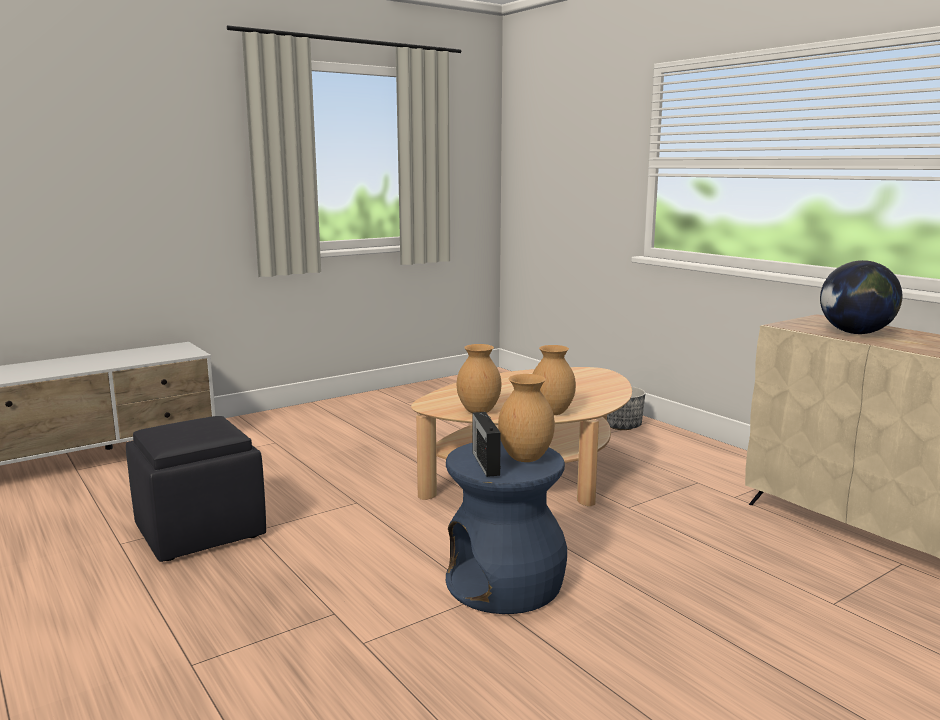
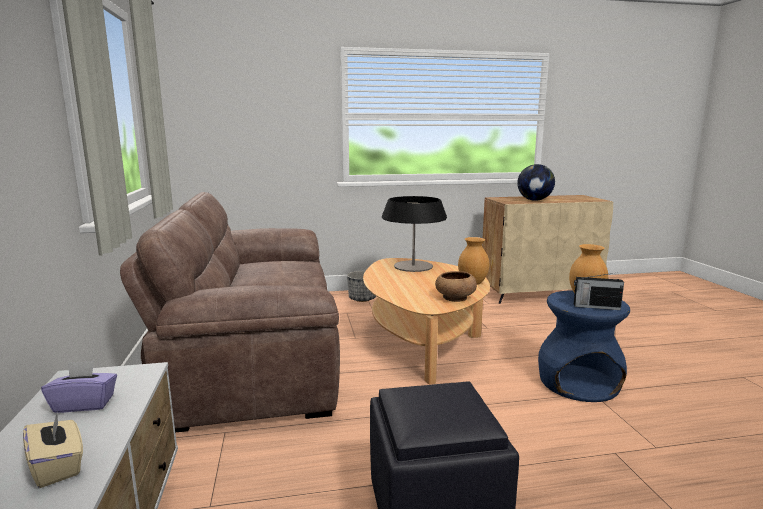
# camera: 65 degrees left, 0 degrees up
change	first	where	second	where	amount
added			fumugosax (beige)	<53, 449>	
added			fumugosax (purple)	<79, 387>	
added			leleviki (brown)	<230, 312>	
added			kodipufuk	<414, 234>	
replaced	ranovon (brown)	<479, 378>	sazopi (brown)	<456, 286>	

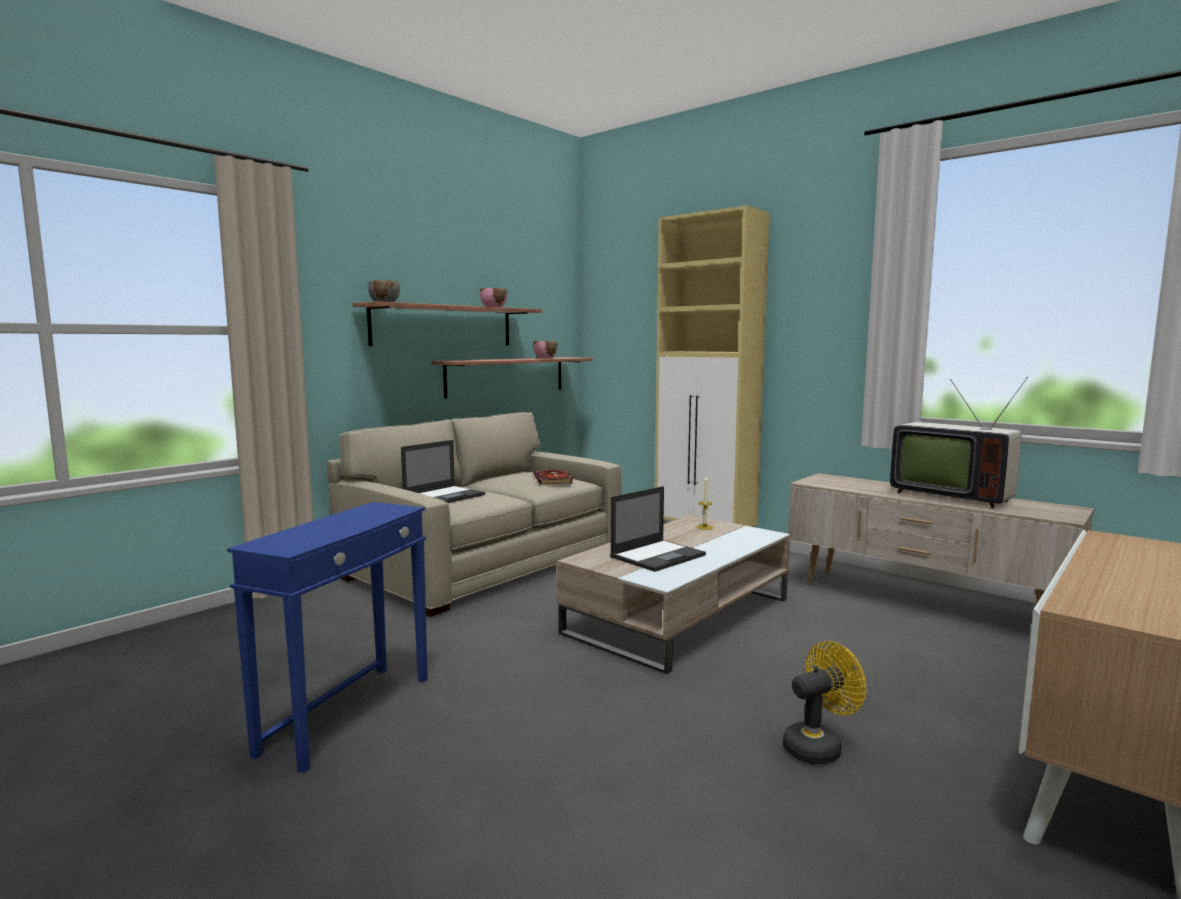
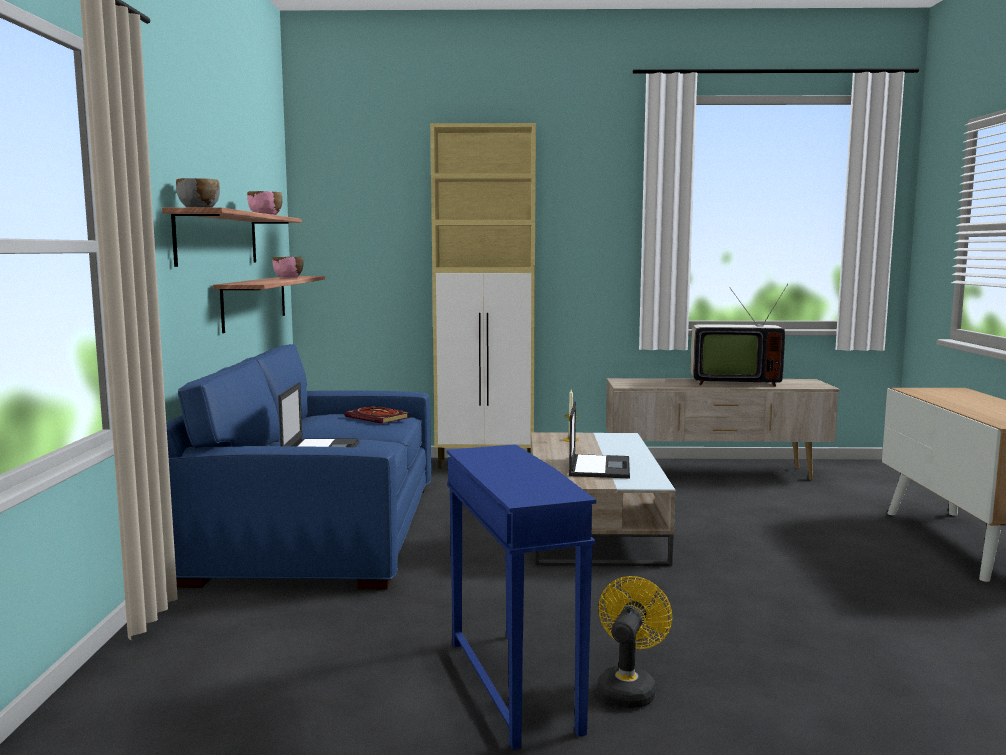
# camera: 40 degrees left, 0 degrees up
change	first	where	second	where	amount
recoloured	leleviki (beige)	<474, 514>	leleviki (blue)	<298, 466>	
moved	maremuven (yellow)	<824, 702>		<634, 642>	

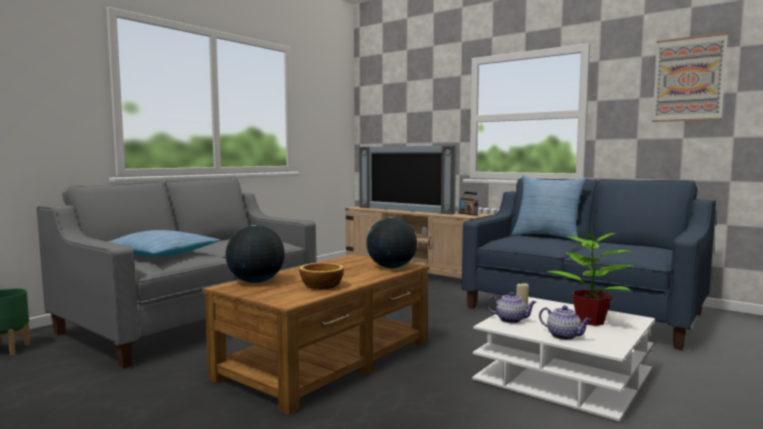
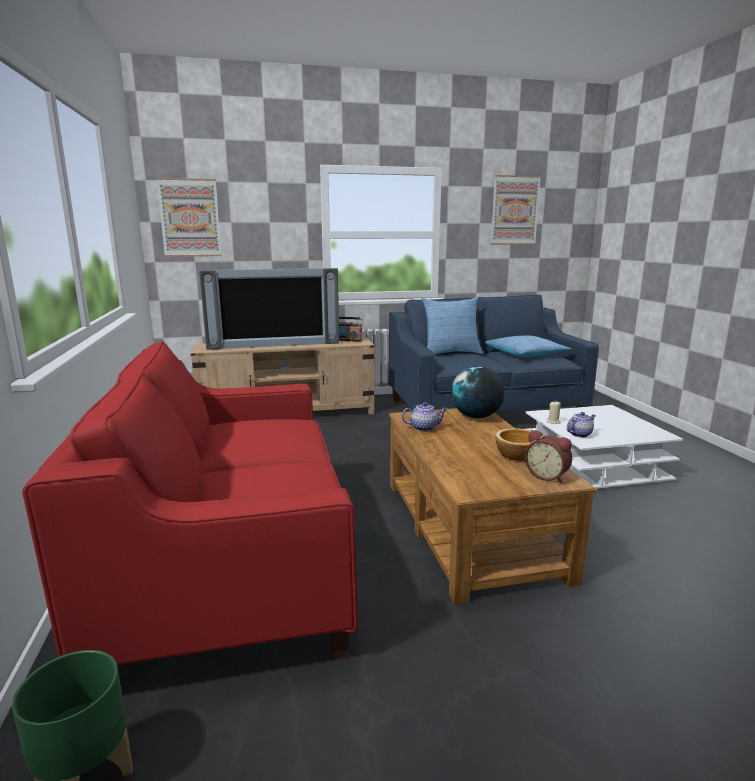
# camera: 50 degrees left, 10 degrees up
change	first	where	second	where	amount
recoloured	leleviki (grey)	<177, 272>	leleviki (red)	<190, 503>	
added			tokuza	<189, 217>	
moved	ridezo	<565, 322>		<424, 416>	
moved	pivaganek	<164, 243>		<528, 346>	
added			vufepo	<548, 456>	
removed	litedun	<255, 254>			
removed	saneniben	<589, 276>			

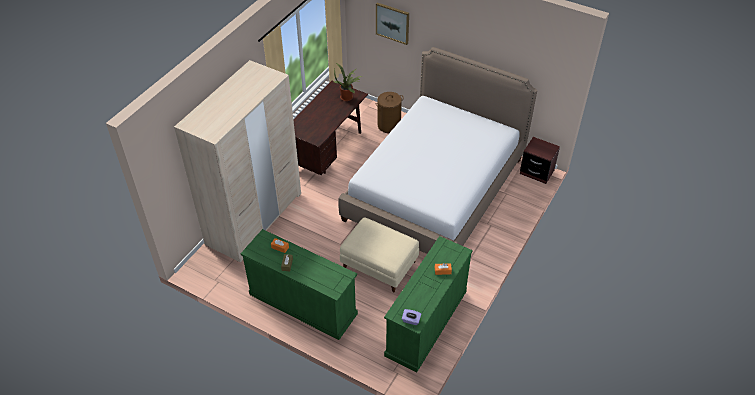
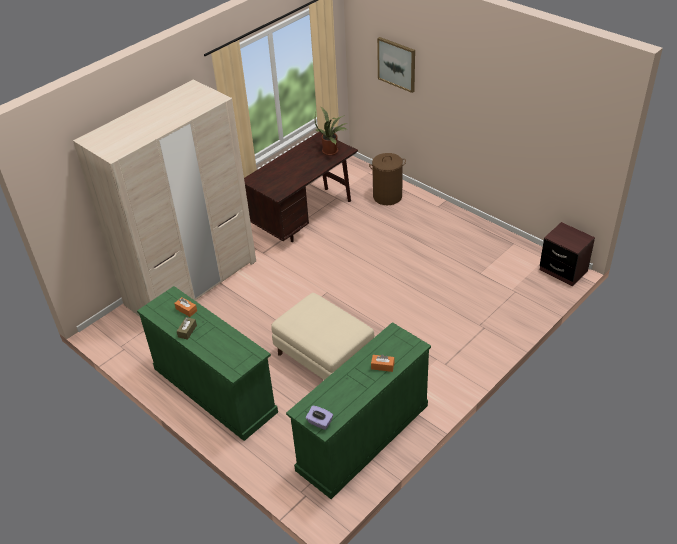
# camera: 15 degrees right, 5 degrees down
change	first	where	second	where	amount
removed	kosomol	<437, 150>			

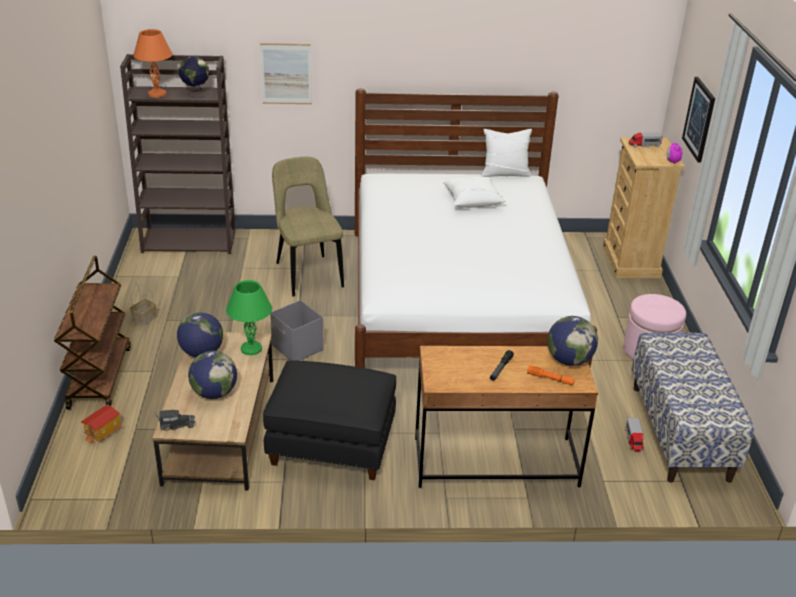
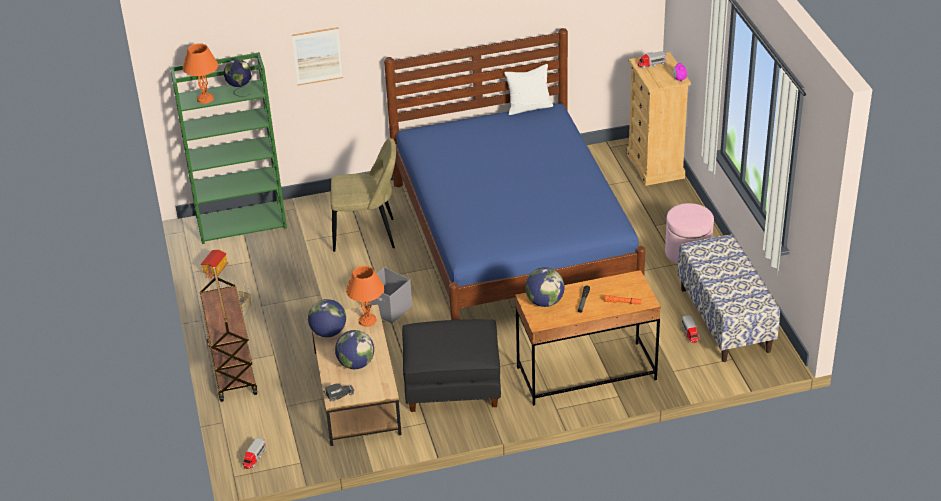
# camera: 10 degrees left, 5 degrees up
change	first	where	second	where	amount
recoloured	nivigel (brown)	<178, 154>	nivigel (green)	<228, 148>	
moved	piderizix	<102, 424>		<214, 264>	
added			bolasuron	<254, 453>	
turned	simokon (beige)	<308, 226>		<363, 195>	120 degrees clockwise
recoloured	kodipufuk (green)	<249, 317>	kodipufuk (orange)	<365, 296>	
recoloured	kosomol (white)	<476, 228>	kosomol (blue)	<515, 174>	
moved	litedun	<572, 341>		<545, 287>	
removed	pivaganek (white)	<474, 192>			
removed	tokuza	<698, 119>			

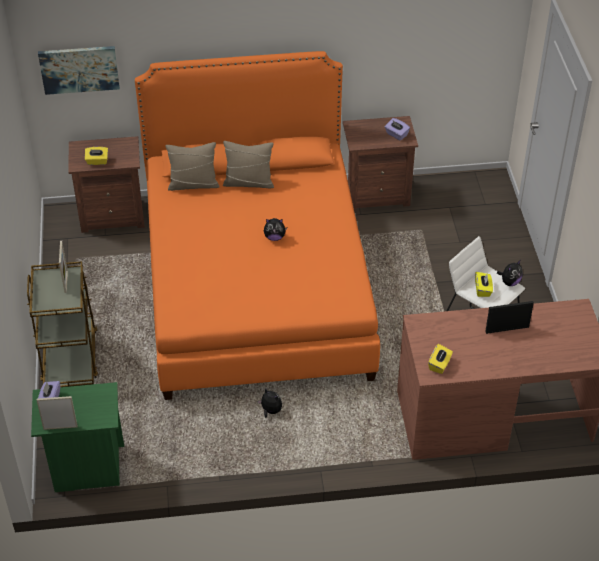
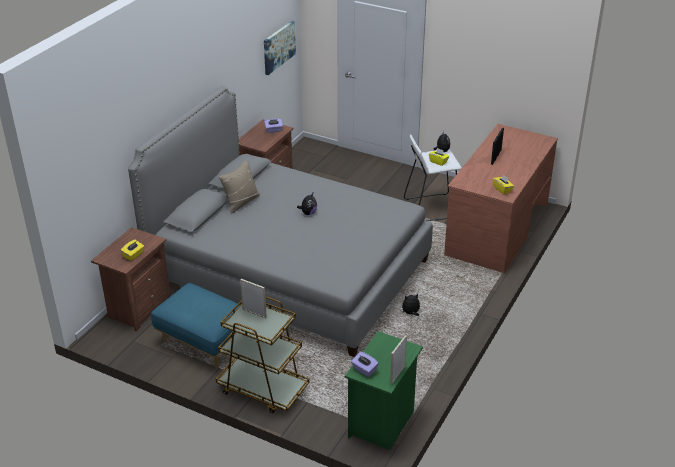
# camera: 55 degrees left, 10 degrees down
change	first	where	second	where	amount
recoloured	kosomol (orange)	<257, 225>	kosomol (grey)	<280, 221>	
added			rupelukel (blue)	<195, 325>	
moved	tokuza	<79, 70>		<280, 47>	
removed	pivaganek (beige)	<192, 166>			

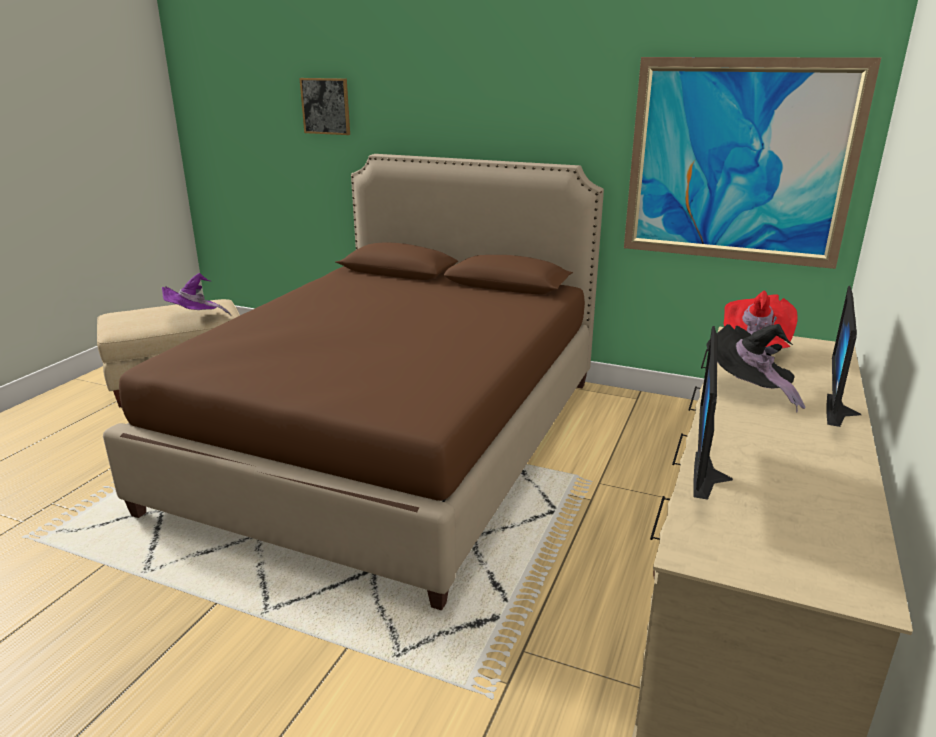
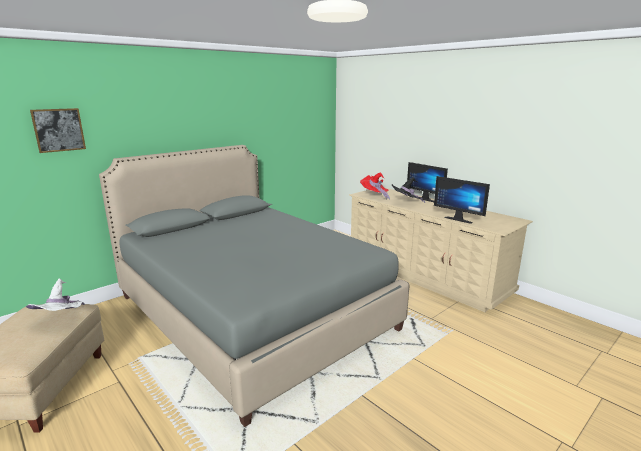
# camera: 65 degrees left, 5 degrees down
change	first	where	second	where	amount
recoloured	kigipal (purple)	<196, 294>	kigipal (white)	<55, 294>	
recoloured	kosomol (brown)	<353, 382>	kosomol (grey)	<254, 286>	
removed	tokuza	<752, 163>			

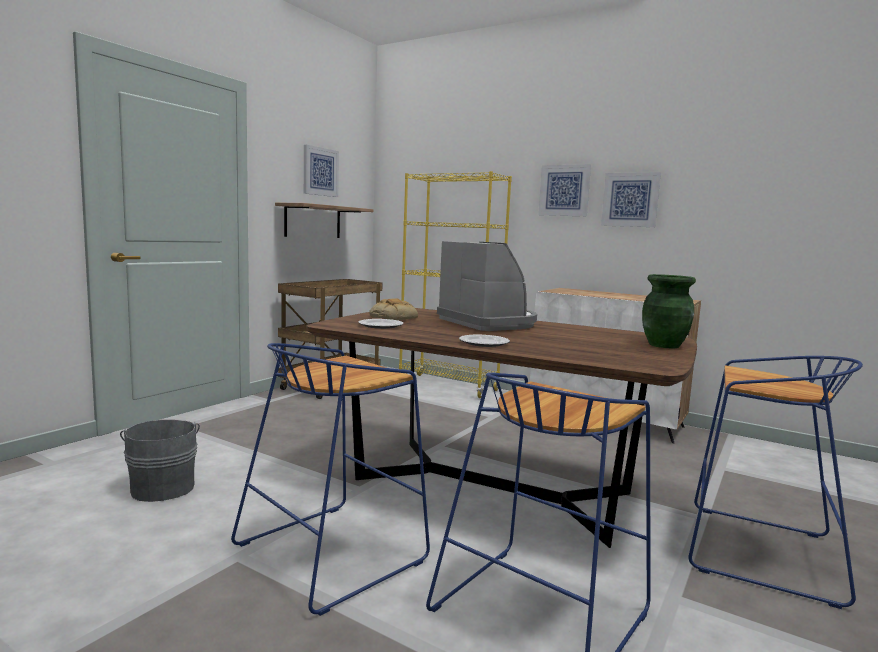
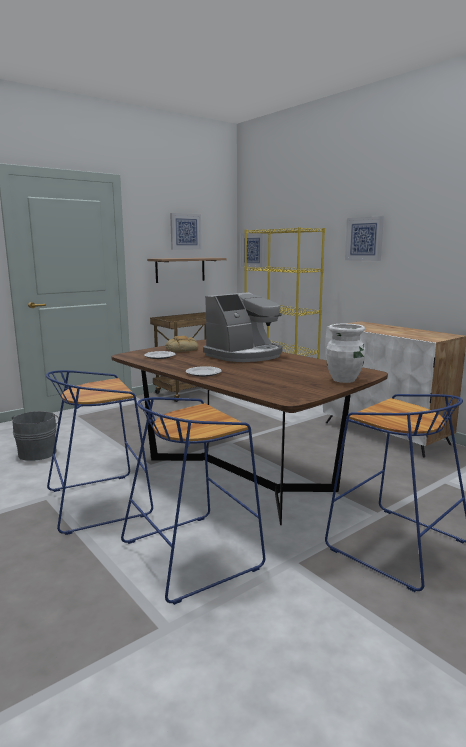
# camera: 20 degrees right, 5 degrees up
change	first	where	second	where	amount
turned	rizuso	<487, 286>		<242, 327>	60 degrees clockwise
moved	tokuza	<631, 199>		<252, 250>	
recoloured	ranovon (green)	<669, 311>	ranovon (white)	<345, 353>	

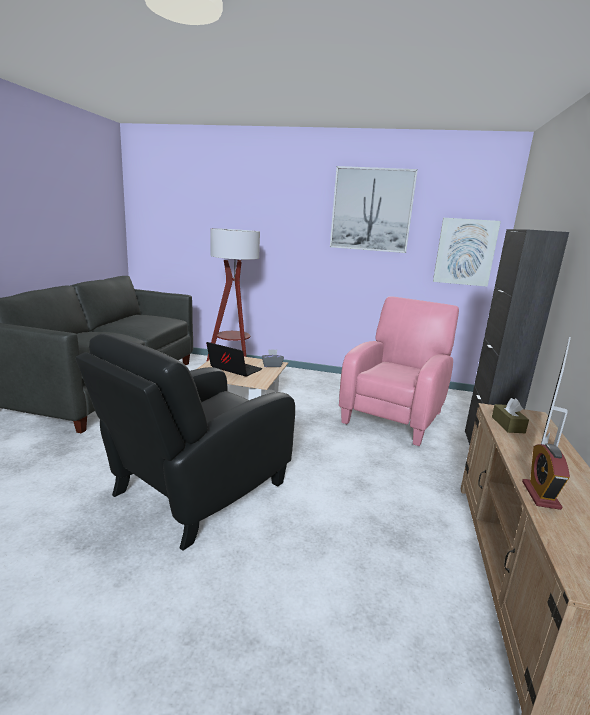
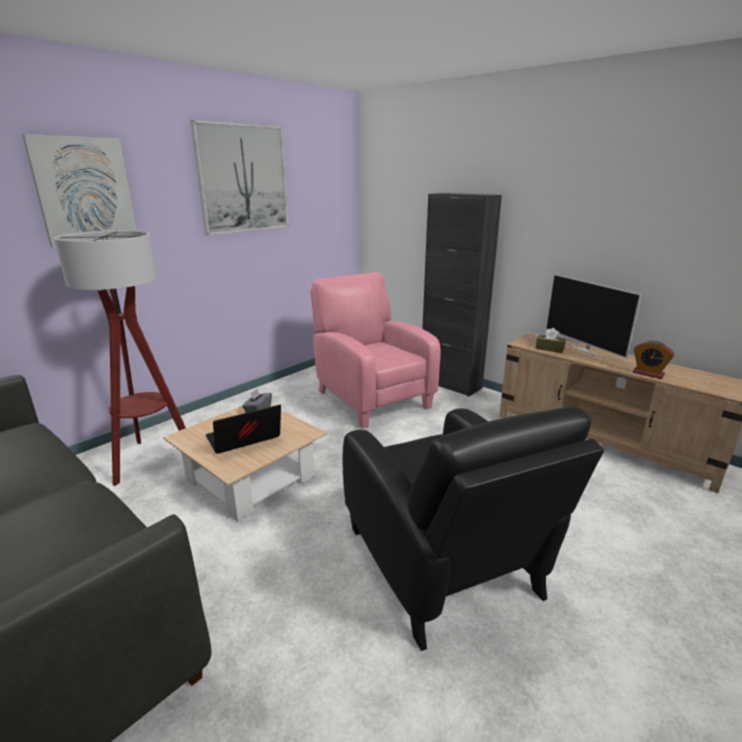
# camera: 60 degrees left, 5 degrees up
change	first	where	second	where	amount
moved	tokuza	<467, 252>		<79, 191>	

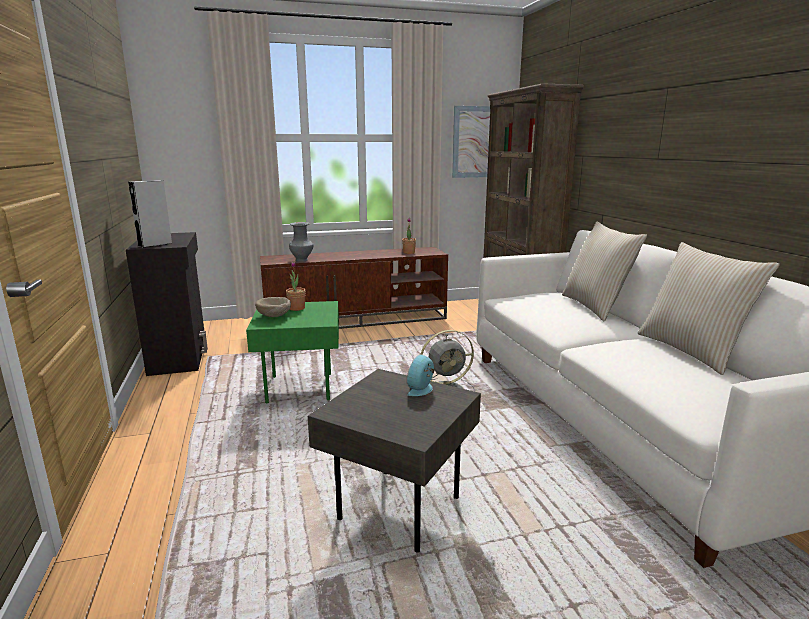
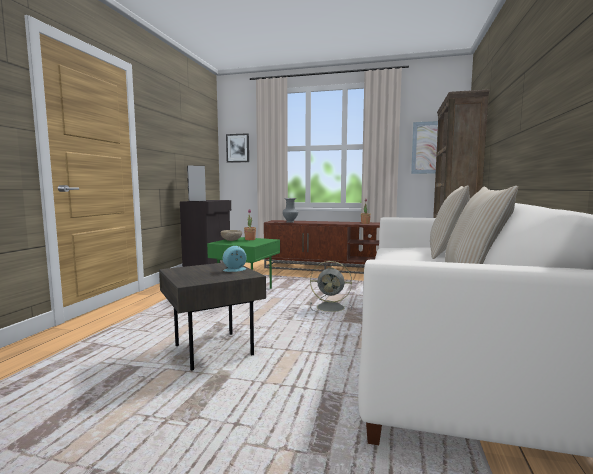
# camera: 30 degrees right, 10 degrees down
change	first	where	second	where	amount
added			tokuza	<237, 148>	

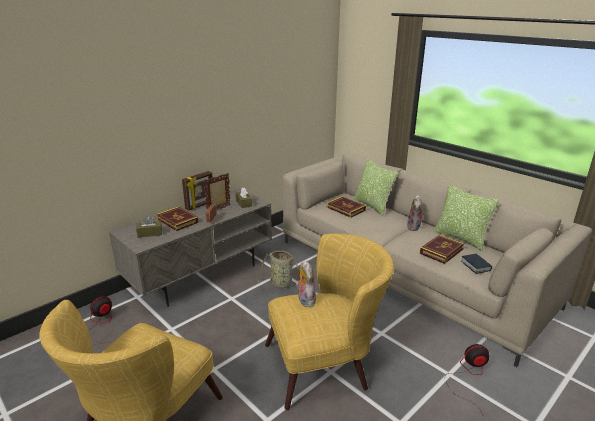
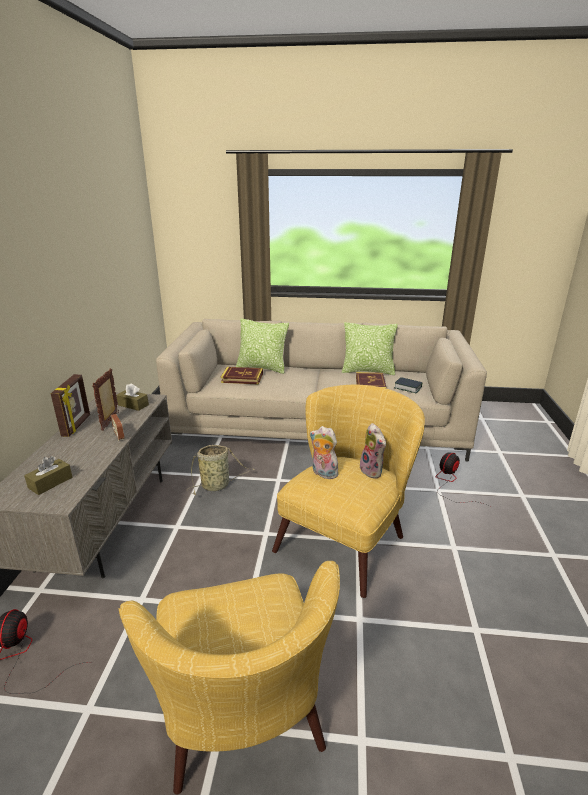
# camera: 40 degrees left, 0 degrees up
change	first	where	second	where	amount
moved	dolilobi	<416, 213>		<373, 451>	
removed	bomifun	<177, 219>			

